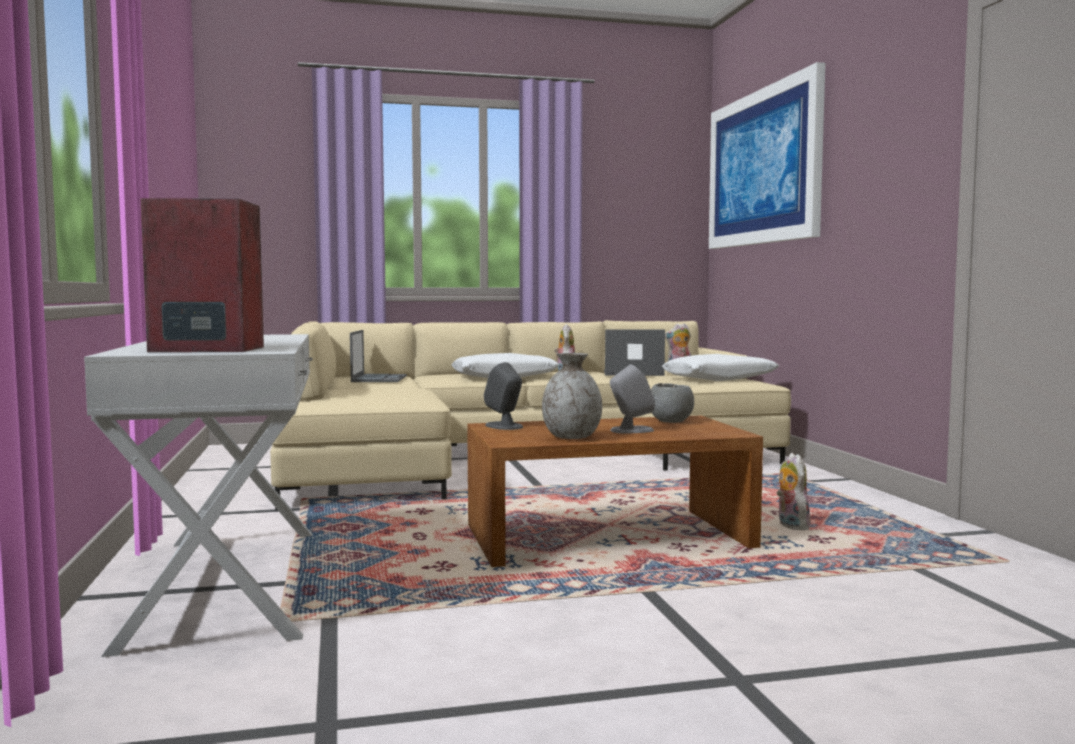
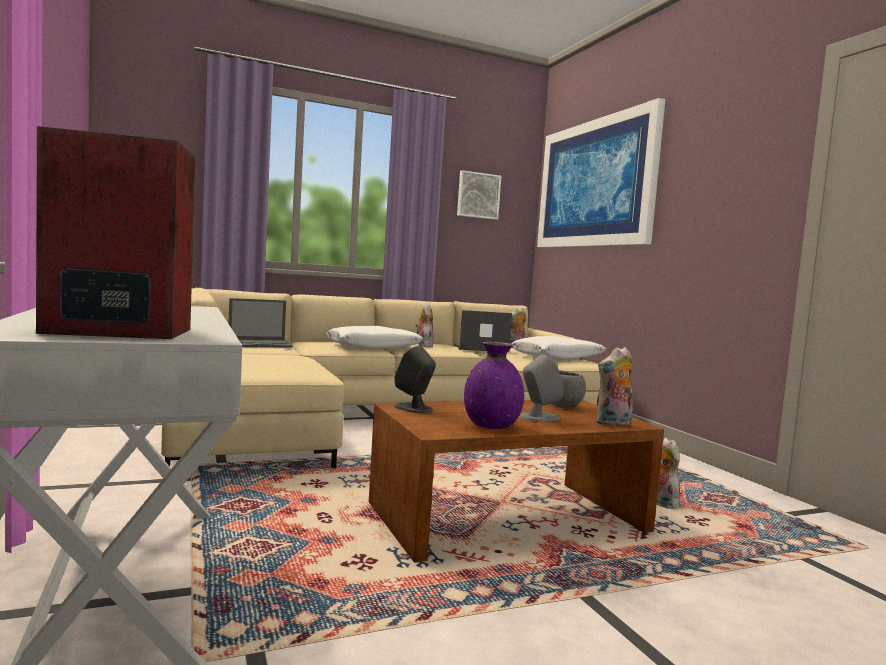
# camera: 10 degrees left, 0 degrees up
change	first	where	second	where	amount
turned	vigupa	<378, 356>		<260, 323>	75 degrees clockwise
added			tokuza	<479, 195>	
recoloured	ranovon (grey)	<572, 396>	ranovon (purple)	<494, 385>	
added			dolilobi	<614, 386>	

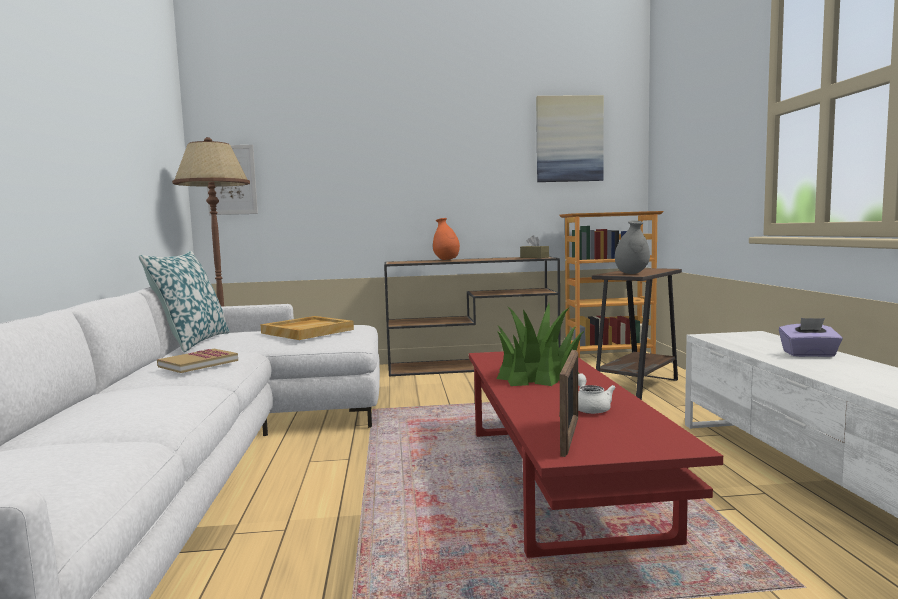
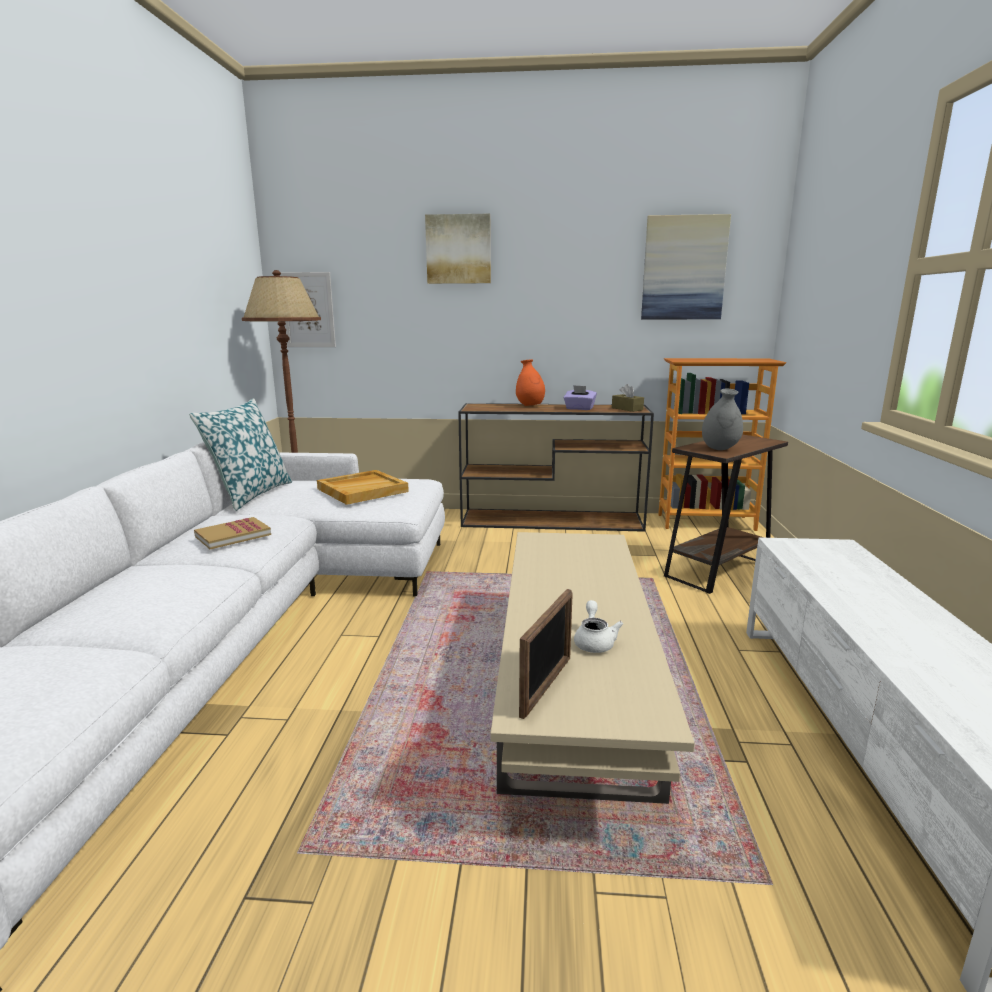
# camera: 10 degrees right, 10 degrees up
change	first	where	second	where	amount
added			tokuza	<458, 249>	
recoloured	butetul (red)	<596, 454>	butetul (beige)	<593, 668>	
moved	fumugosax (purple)	<811, 337>		<580, 397>	
removed	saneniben	<540, 344>			

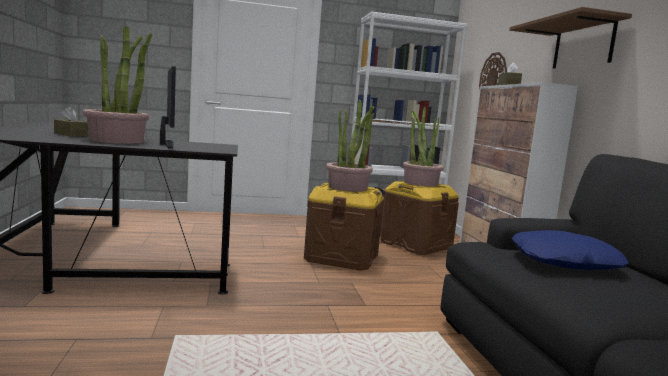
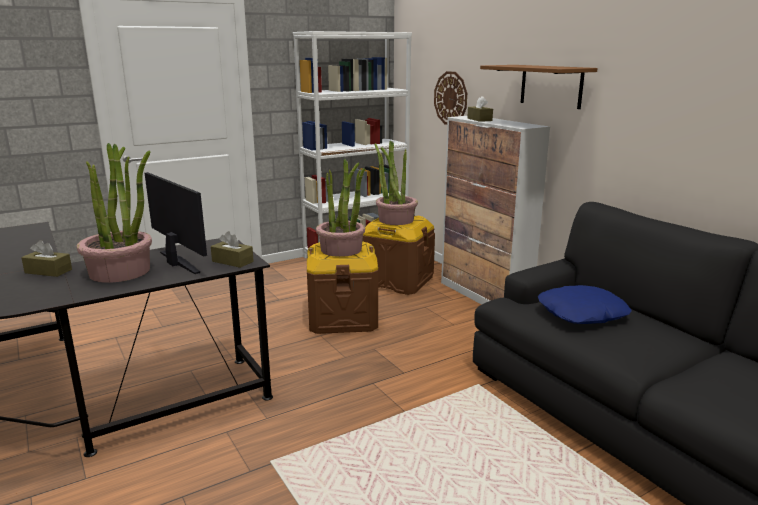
# camera: 20 degrees left, 10 degrees up
change	first	where	second	where	amount
added			fumugosax (brown)	<232, 249>	

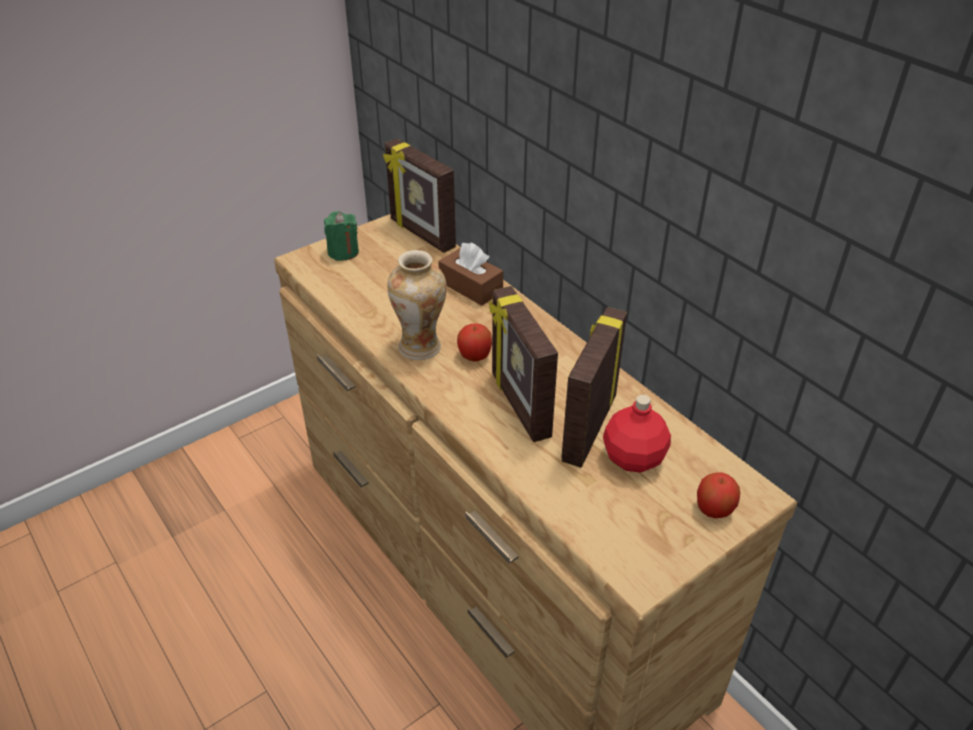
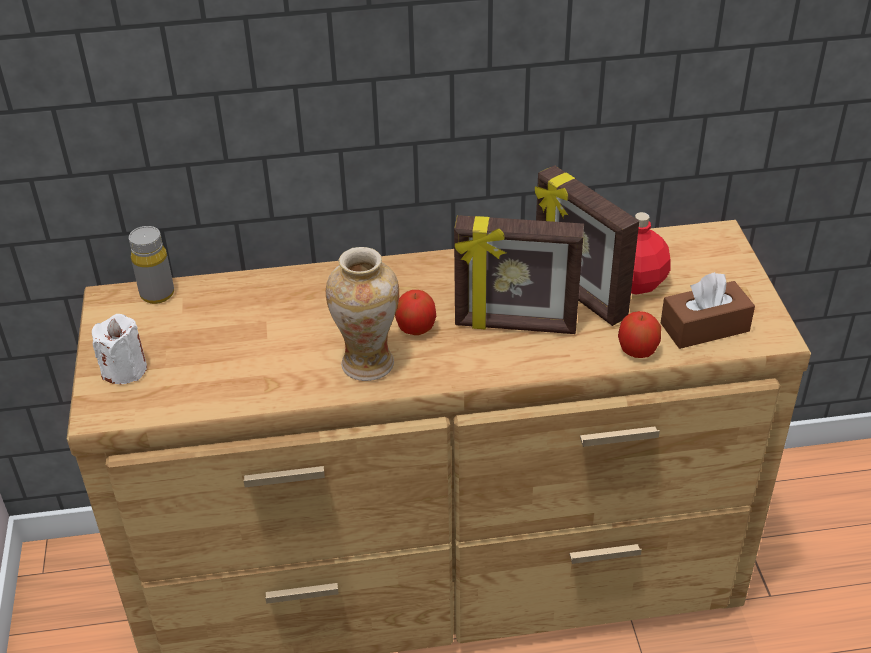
# camera: 60 degrees left, 0 degrees up
change	first	where	second	where	amount
recoloured	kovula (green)	<341, 236>	kovula (white)	<119, 349>	
replaced	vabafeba	<419, 195>	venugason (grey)	<151, 265>	
moved	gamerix	<718, 495>		<639, 334>	
moved	fumugosax (brown)	<470, 274>		<708, 310>	

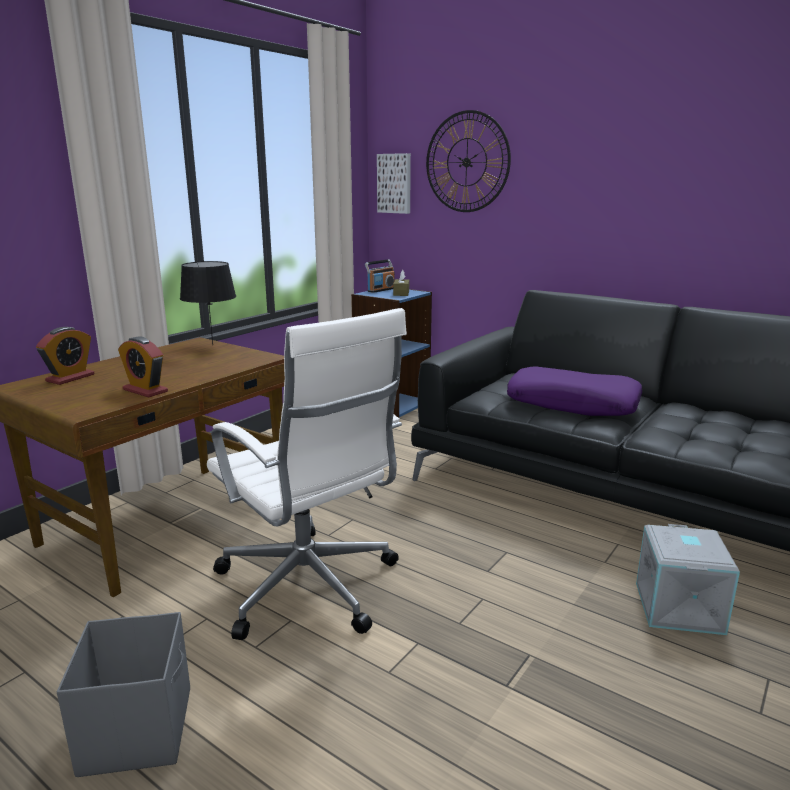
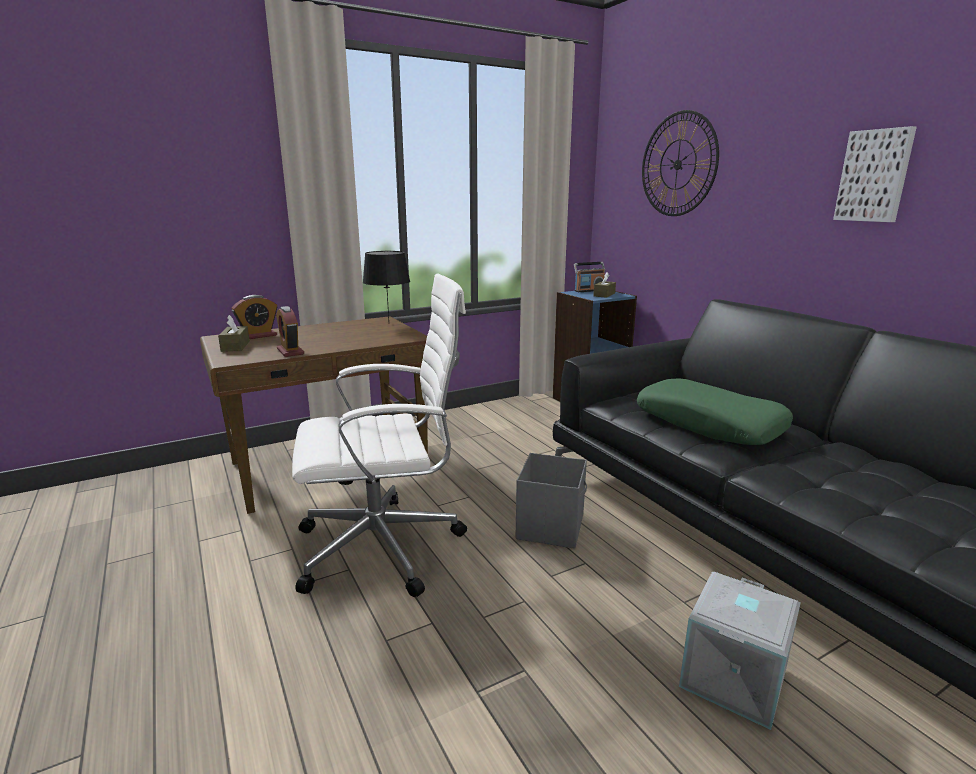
# camera: 25 degrees right, 0 degrees up
change	first	where	second	where	amount
added			fumugosax (brown)	<234, 333>	
turned	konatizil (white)	<307, 474>		<379, 435>	90 degrees counterclockwise
moved	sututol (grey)	<123, 694>		<551, 501>	
recoloured	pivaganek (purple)	<574, 391>	pivaganek (green)	<715, 412>	
moved	tokuza	<394, 183>		<875, 174>	

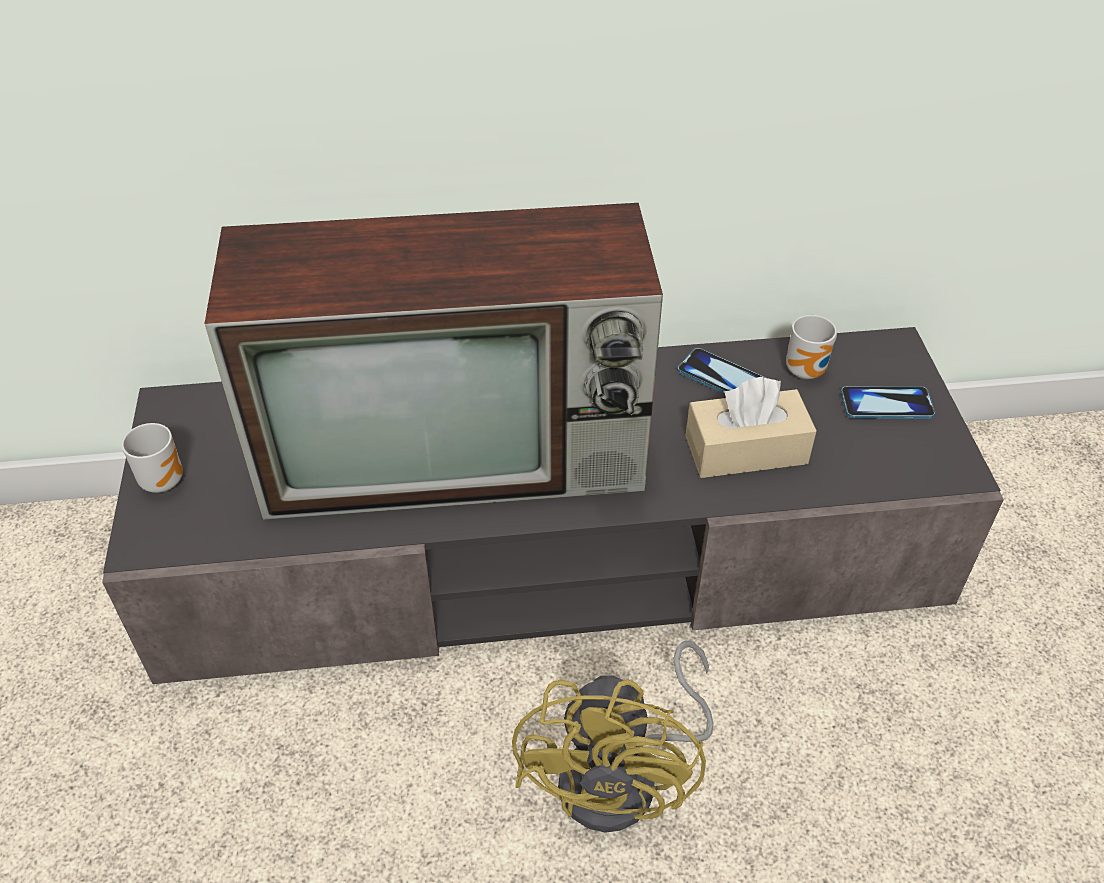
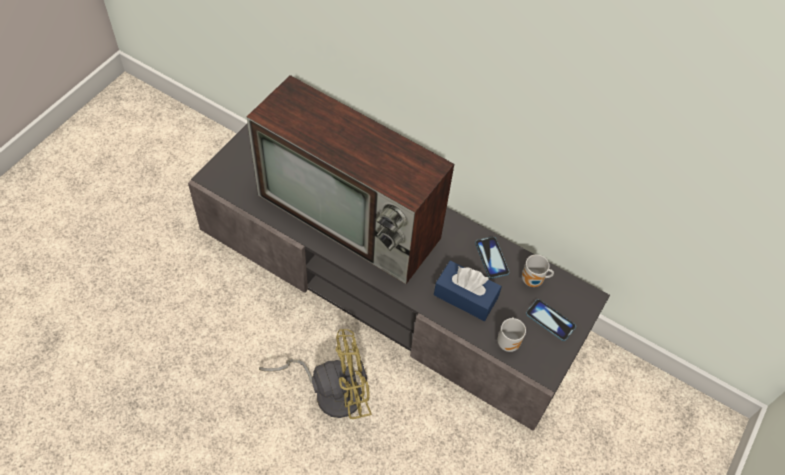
# camera: 35 degrees right, 10 degrees up
change	first	where	second	where	amount
turned	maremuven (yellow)	<613, 737>		<315, 374>	150 degrees counterclockwise
recoloured	fumugosax (beige)	<751, 427>	fumugosax (blue)	<468, 290>	
moved	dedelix	<152, 458>		<512, 334>	

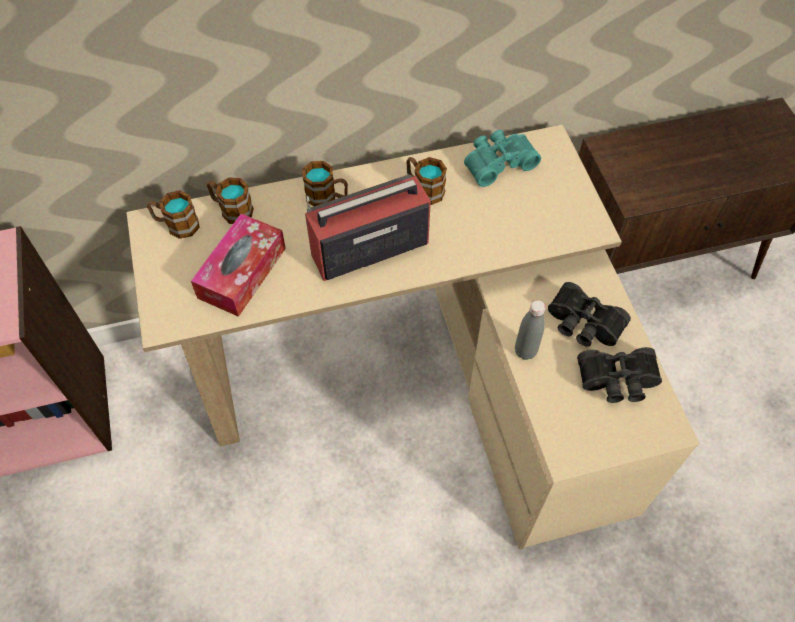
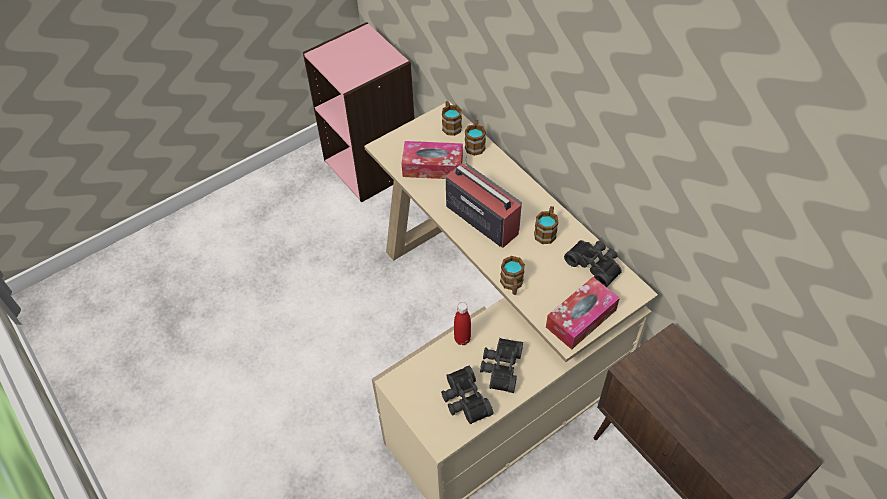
# camera: 70 degrees right, 5 degrees down
change	first	where	second	where	amount
recoloured	venugason (grey)	<530, 330>	venugason (red)	<462, 323>	
moved	dedelix	<325, 184>		<512, 275>	
added			fumugosax	<583, 313>	
recoloured	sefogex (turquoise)	<502, 158>	sefogex (black)	<593, 263>	

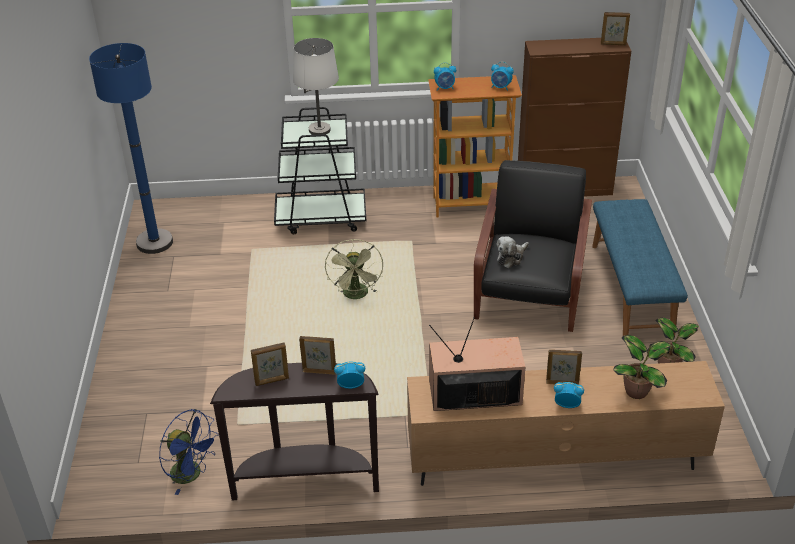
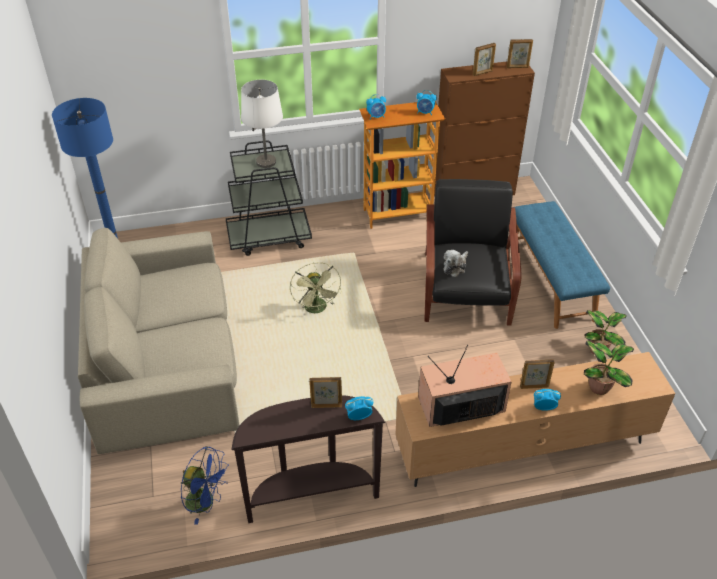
# camera: 10 degrees left, 5 degrees up
change	first	where	second	where	amount
added			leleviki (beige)	<159, 341>	
moved	vabafeba	<270, 364>		<484, 59>	

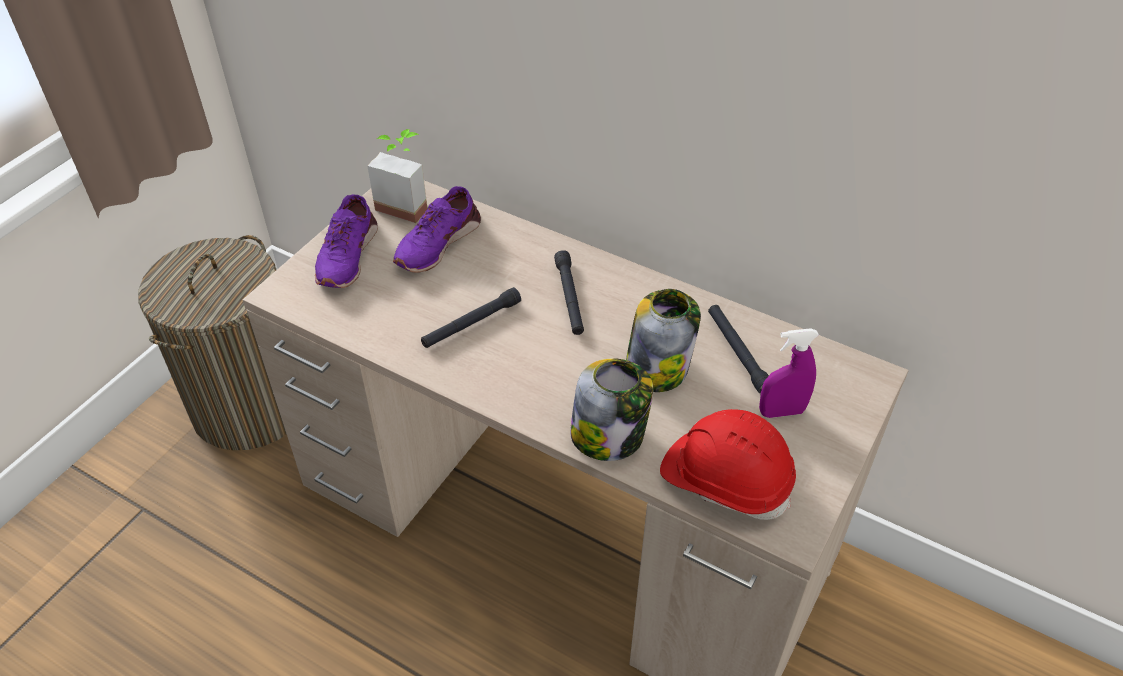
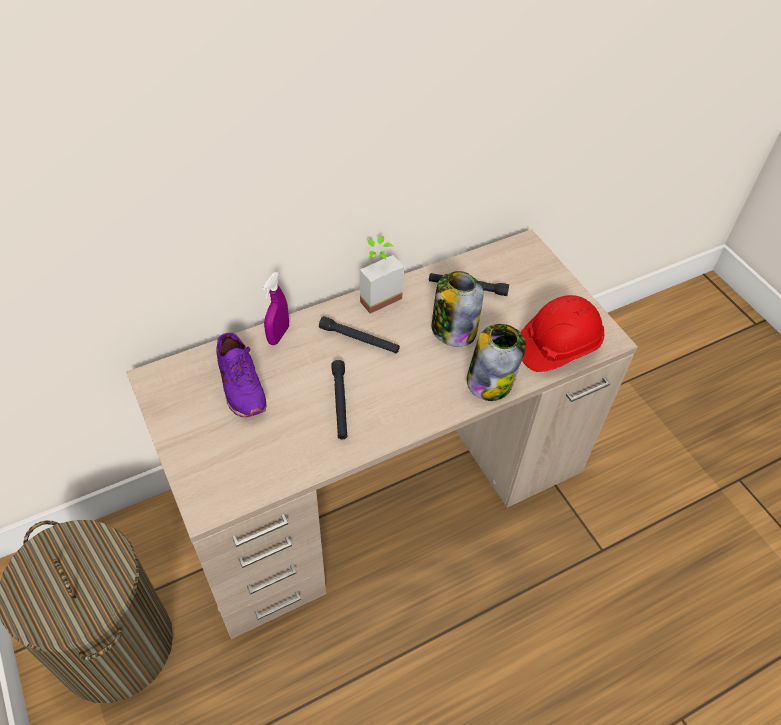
# camera: 60 degrees left, 5 degrees up
change	first	where	second	where	amount
moved	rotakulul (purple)	<789, 373>		<276, 308>	
moved	saneniben	<397, 176>		<382, 275>	
removed	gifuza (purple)	<346, 241>			

